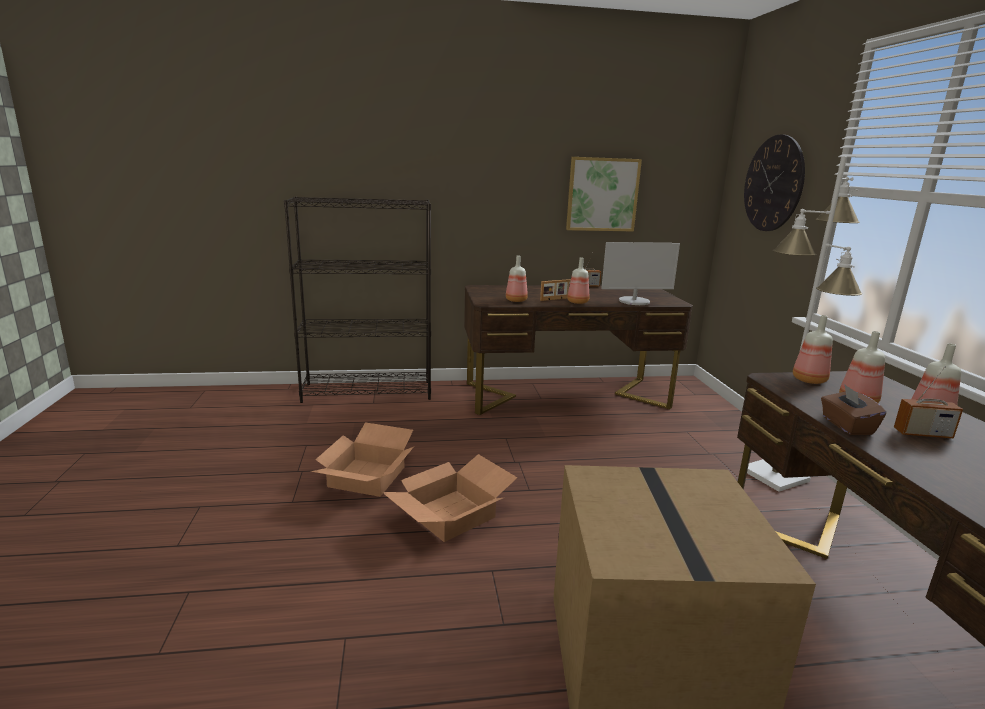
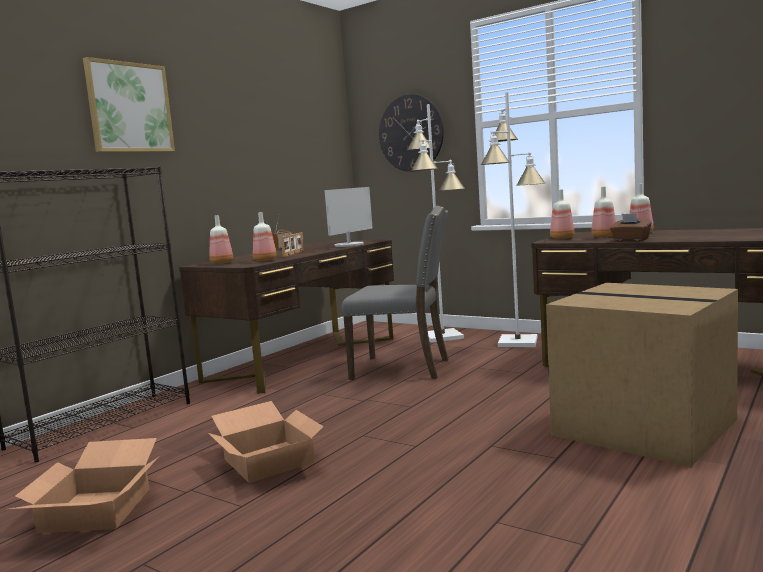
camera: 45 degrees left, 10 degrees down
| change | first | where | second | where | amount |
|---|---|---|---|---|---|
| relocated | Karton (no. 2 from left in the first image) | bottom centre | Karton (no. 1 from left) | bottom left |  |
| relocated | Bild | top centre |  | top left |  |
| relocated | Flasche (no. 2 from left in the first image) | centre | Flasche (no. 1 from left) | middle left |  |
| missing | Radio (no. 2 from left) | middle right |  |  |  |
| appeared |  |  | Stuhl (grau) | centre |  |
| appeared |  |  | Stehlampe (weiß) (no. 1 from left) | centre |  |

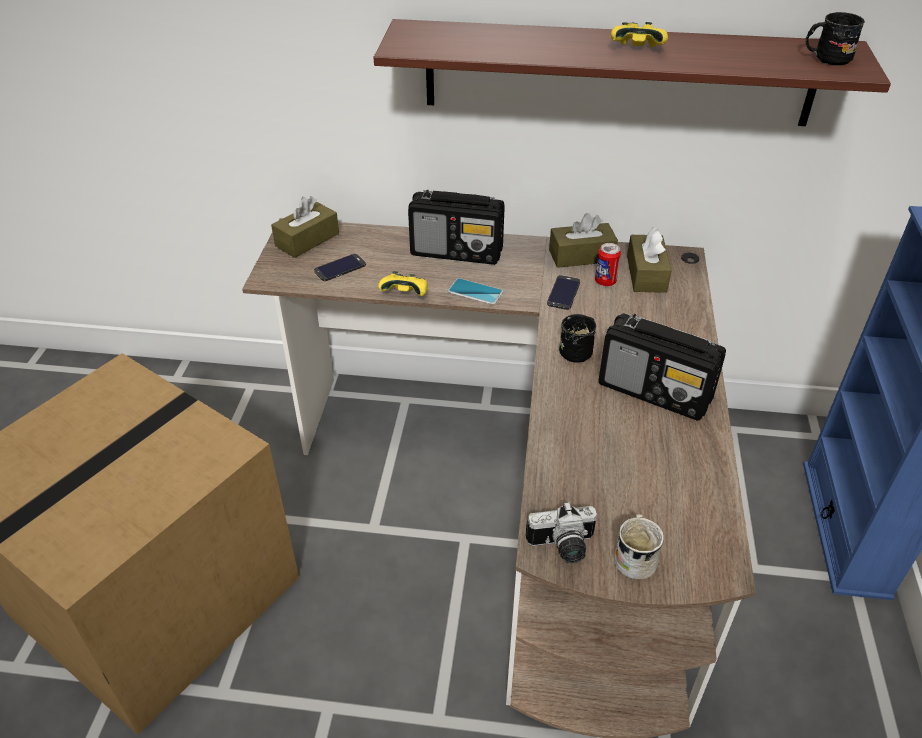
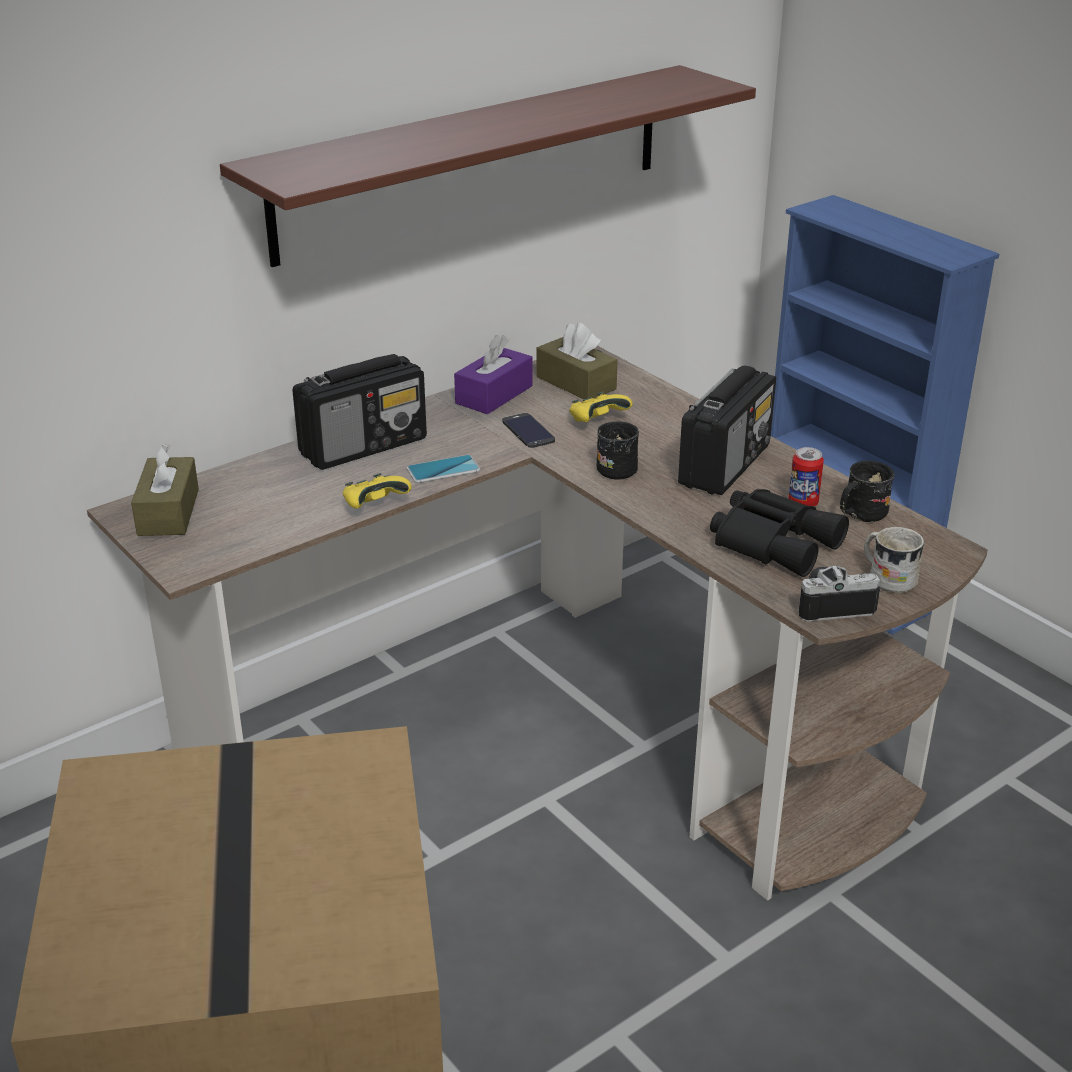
camera: 45 degrees left, 10 degrees down
| change | first | where | second | where | amount |
|---|---|---|---|---|---|
| missing | Handy (no. 1 from left) | centre |  |  |  |
| spun | Kamera | bottom centre |  | middle right | 135 degrees counterclockwise |
| colour | Taschentuchbox (braun) (no. 2 from left) | top centre | Taschentuchbox (lila) | centre |  |
| relocated | Dose | centre |  | middle right |  |
| spun | Radio (no. 2 from left) | middle right |  | middle right | 45 degrees counterclockwise |
| relocated | Gamepad (gelb) (no. 2 from left) | top right |  | centre |  |
| relocated | Henkelbecher (schwarz) (no. 2 from left) | top right |  | middle right |  |
| appeared |  |  | Fernglas (schwarz) | middle right |  |

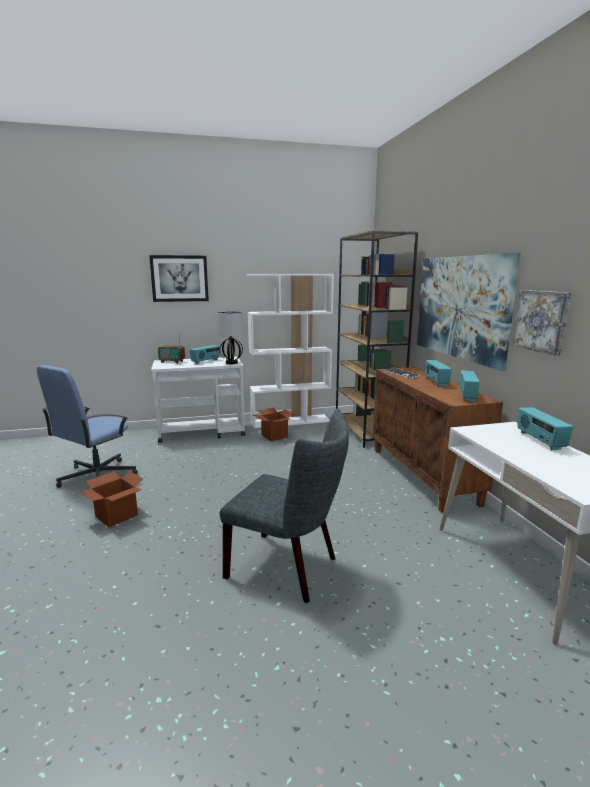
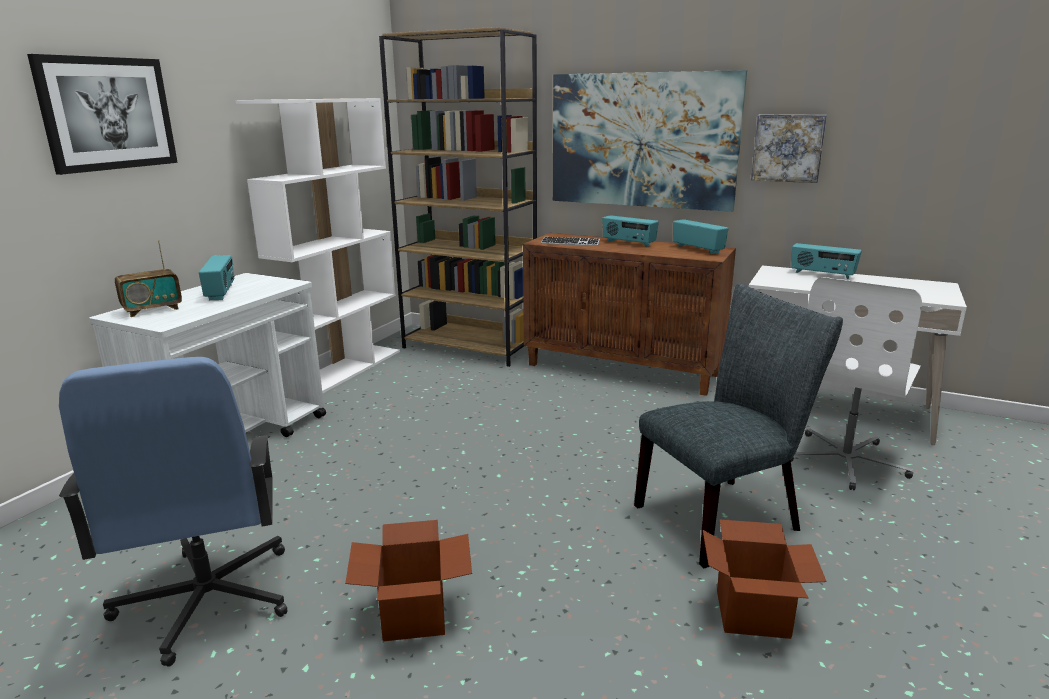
camera: 50 degrees left, 5 degrees up
| change | first | where | second | where | amount |
|---|---|---|---|---|---|
| missing | Tischlampe | centre |  |  |  |
| relocated | Karton (no. 2 from left) | centre |  | bottom right |  |
| appeared |  |  | Bürostuhl (weiß) | middle right |  |

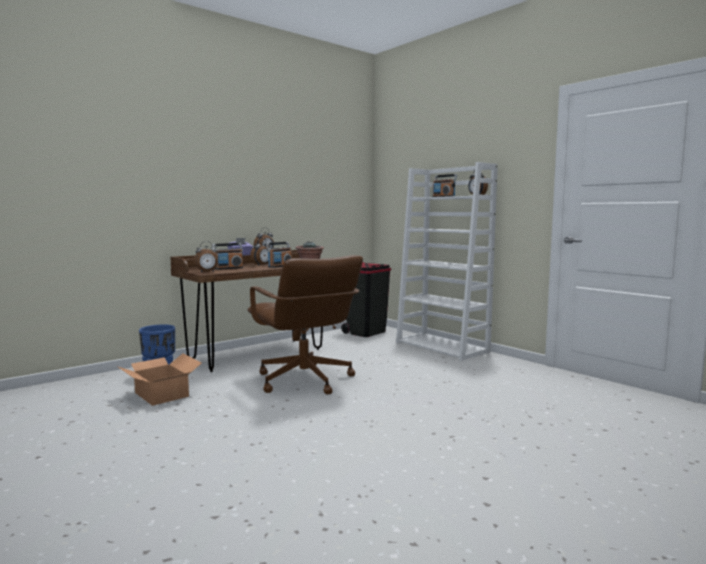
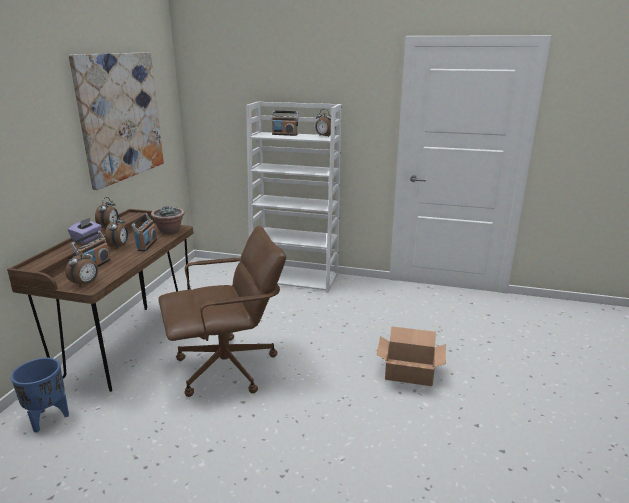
camera: 35 degrees left, 15 degrees up
| change | first | where | second | where | amount |
|---|---|---|---|---|---|
| relocated | Karton | bottom left |  | bottom centre |  |
| spun | Bürostuhl (braun) | centre |  | centre | 45 degrees counterclockwise |
| missing | Mülleimer (schwarz) | centre |  |  |  |
| appeared |  |  | Bild | top left |  |

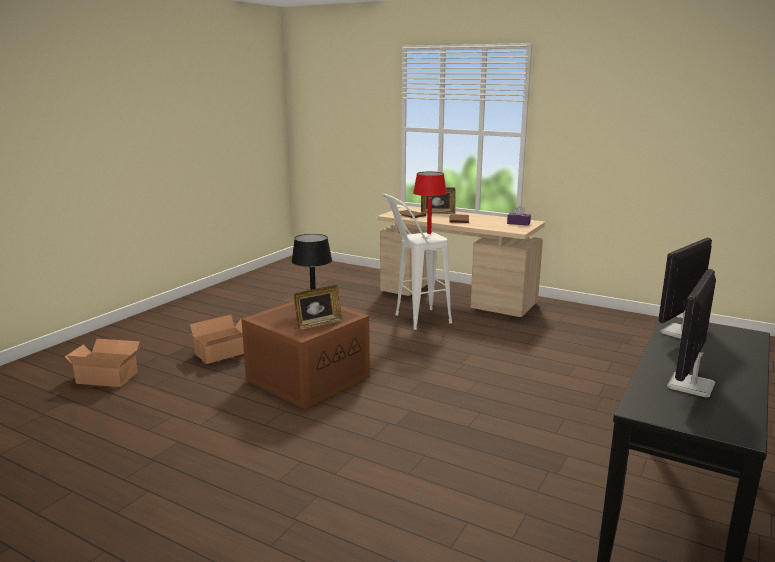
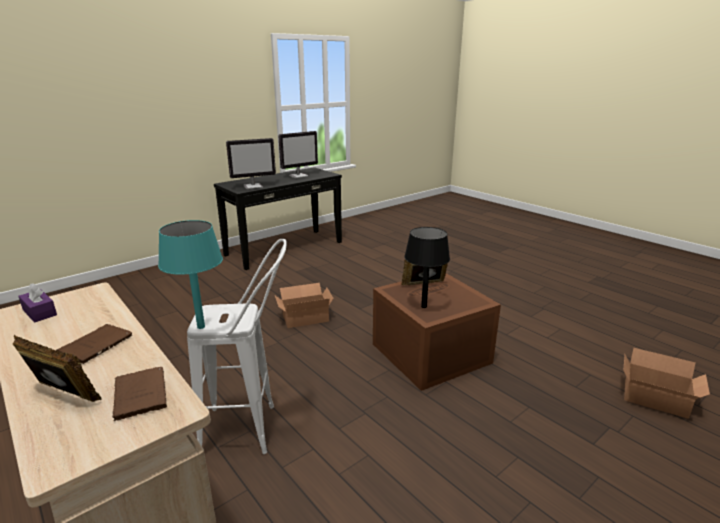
camera: 160 degrees left, 5 degrees up
| change | first | where | second | where | amount |
|---|---|---|---|---|---|
| relocated | Karton (no. 2 from left in the first image) | middle left | Karton (no. 1 from left) | centre |  |
| colour | Tischlampe (rot) | centre | Tischlampe (türkis) | middle left |  |

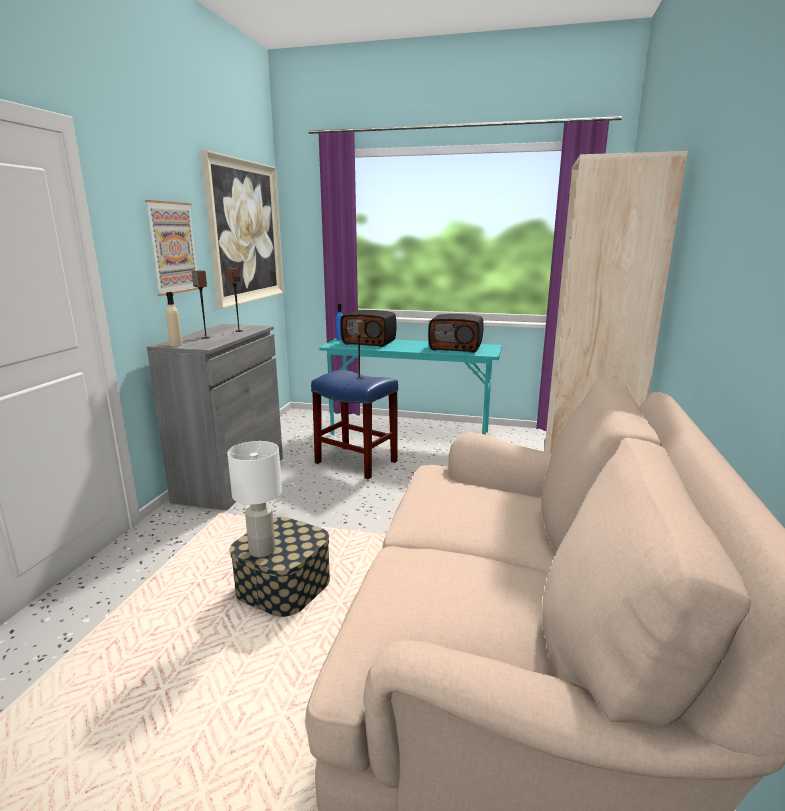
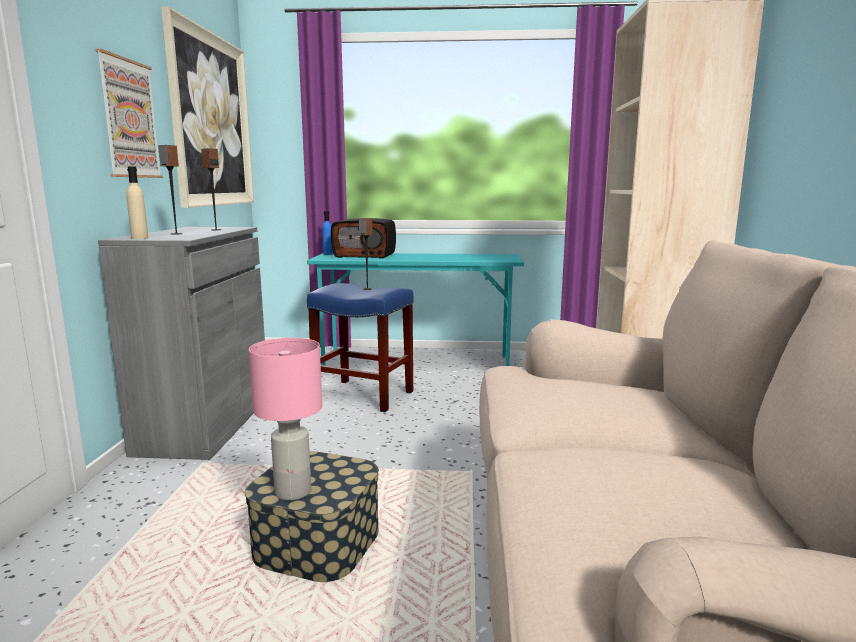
camera: 10 degrees left, 5 degrees down
| change | first | where | second | where | amount |
|---|---|---|---|---|---|
| colour | Tischlampe (weiß) | middle left | Tischlampe (rosa) | middle left |  |
| missing | Radio (no. 2 from left) | centre |  |  |  |

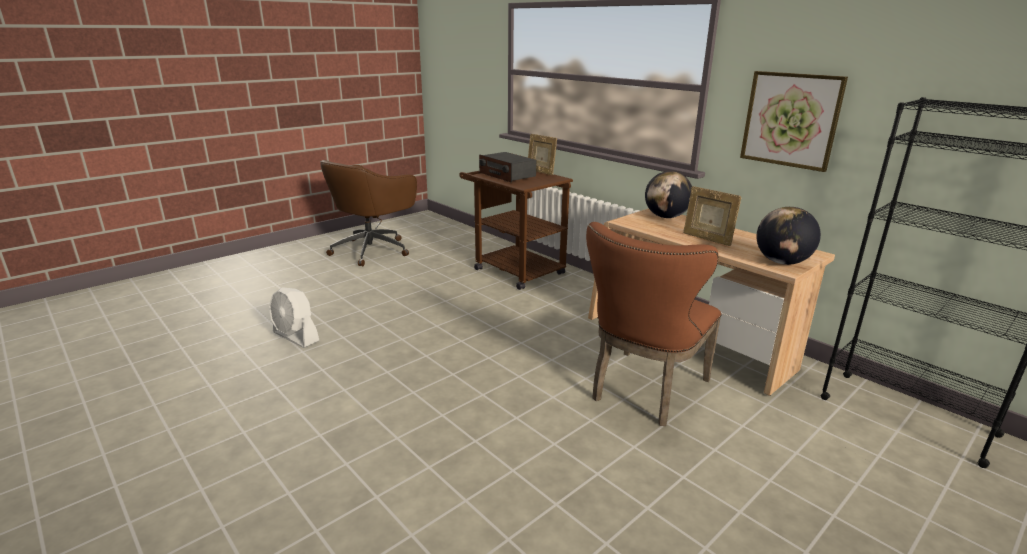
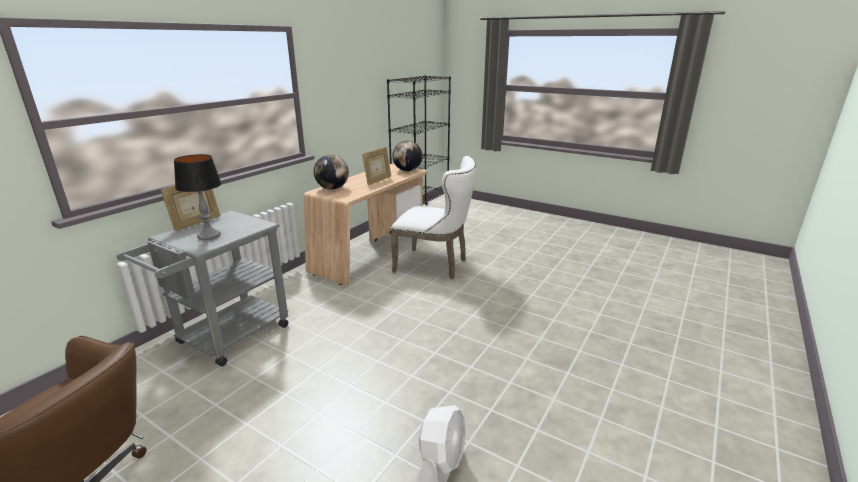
camera: 105 degrees left, 0 degrees up
| change | first | where | second | where | amount |
|---|---|---|---|---|---|
| colour | Rollwagen (braun) | centre | Rollwagen (grau) | middle left |  |
| exchanged | Radio | top centre | Tischlampe | middle left |  |
| colour | Stuhl (braun) | centre | Stuhl (weiß) | centre |  |
| missing | Bild | top right |  |  |  |

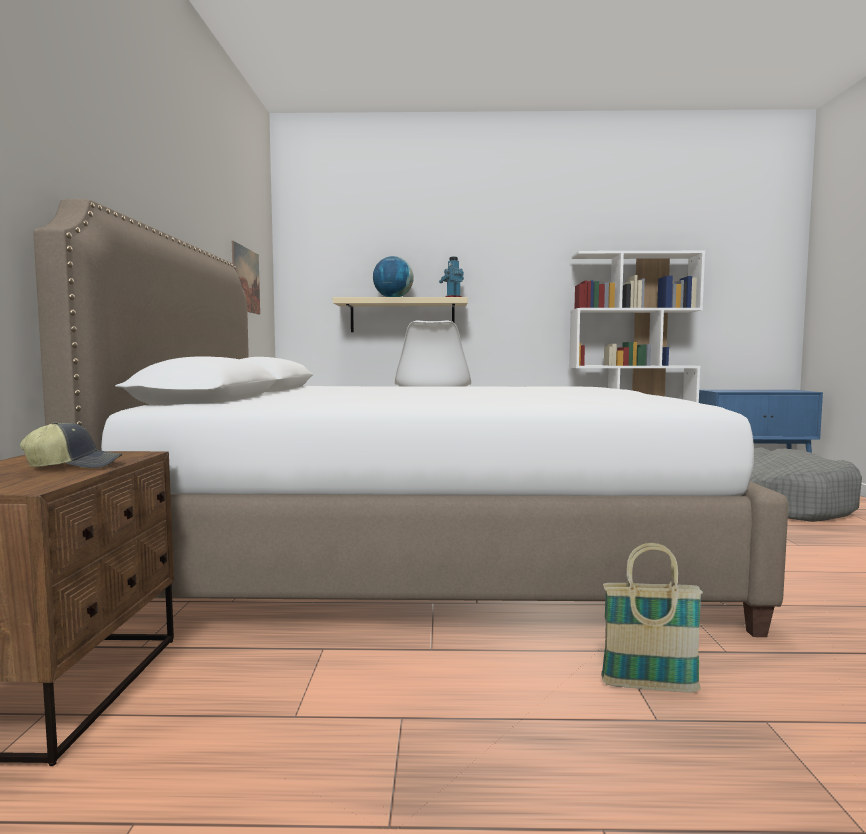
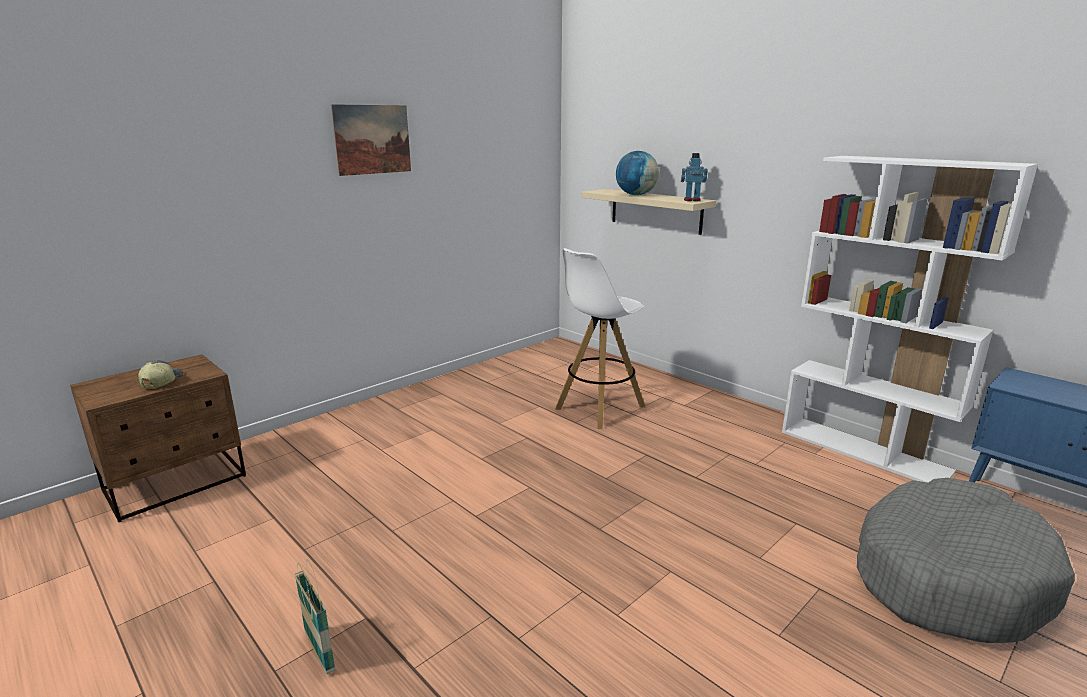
camera: 45 degrees right, 15 degrees up
| change | first | where | second | where | amount |
|---|---|---|---|---|---|
| spun | Kappe | middle left |  | middle left | 120 degrees counterclockwise |
| missing | Bett (weiß) | centre |  |  |  |
| relocated | Bild | top left |  | top centre |  |

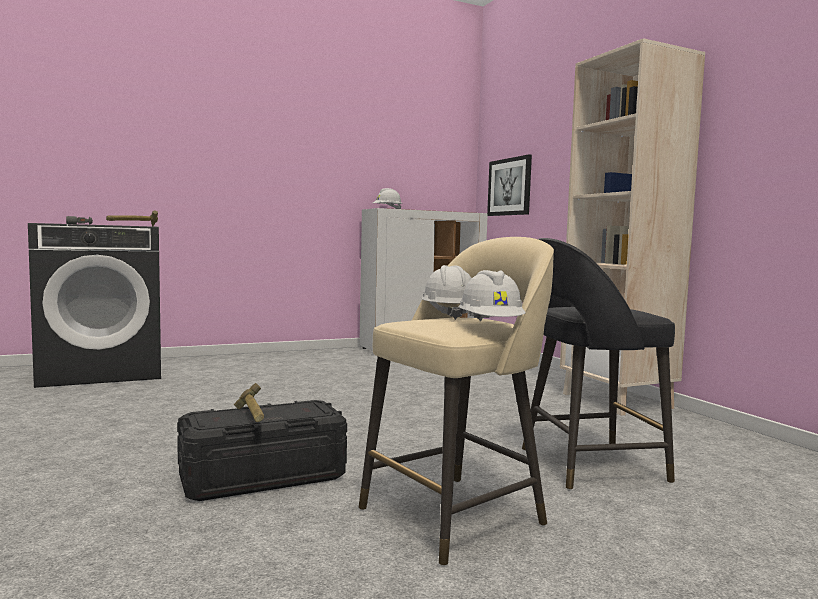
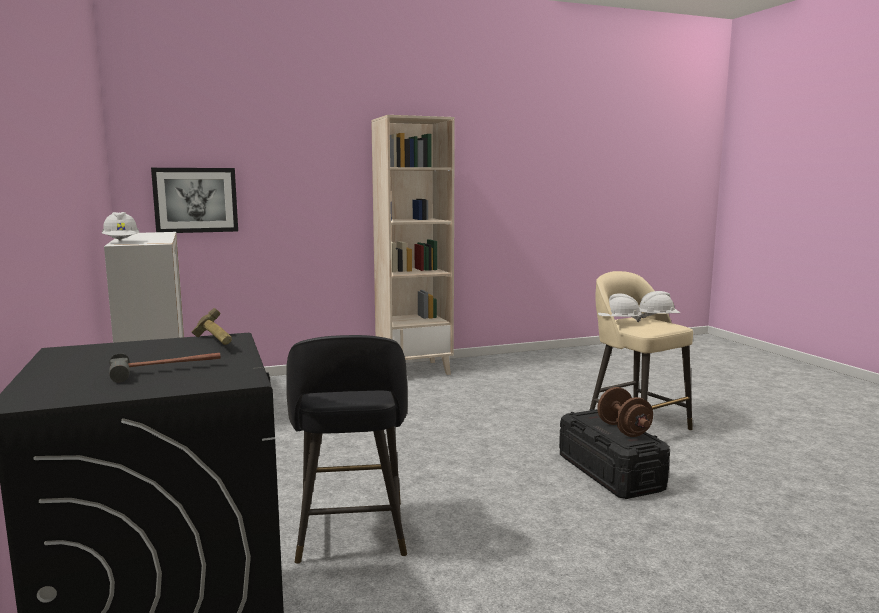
camera: 85 degrees left, 5 degrees up
| change | first | where | second | where | amount |
|---|---|---|---|---|---|
| exchanged | Hammer (no. 3 from left) | bottom left | Hantel (braun) | bottom right |  |
| relocated | Hocker (schwarz) | middle right |  | bottom centre |  |

